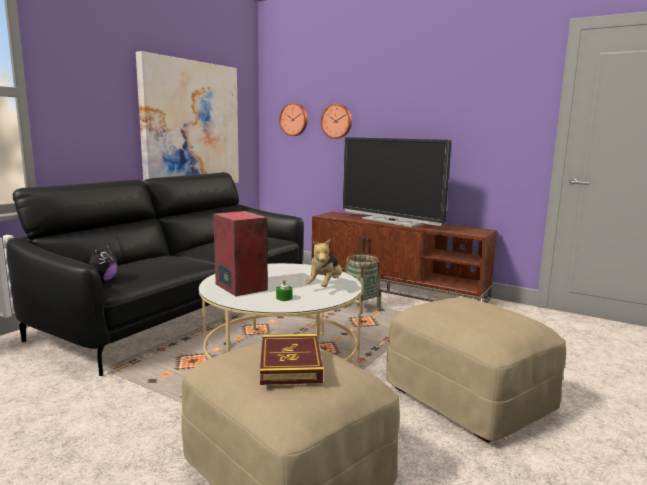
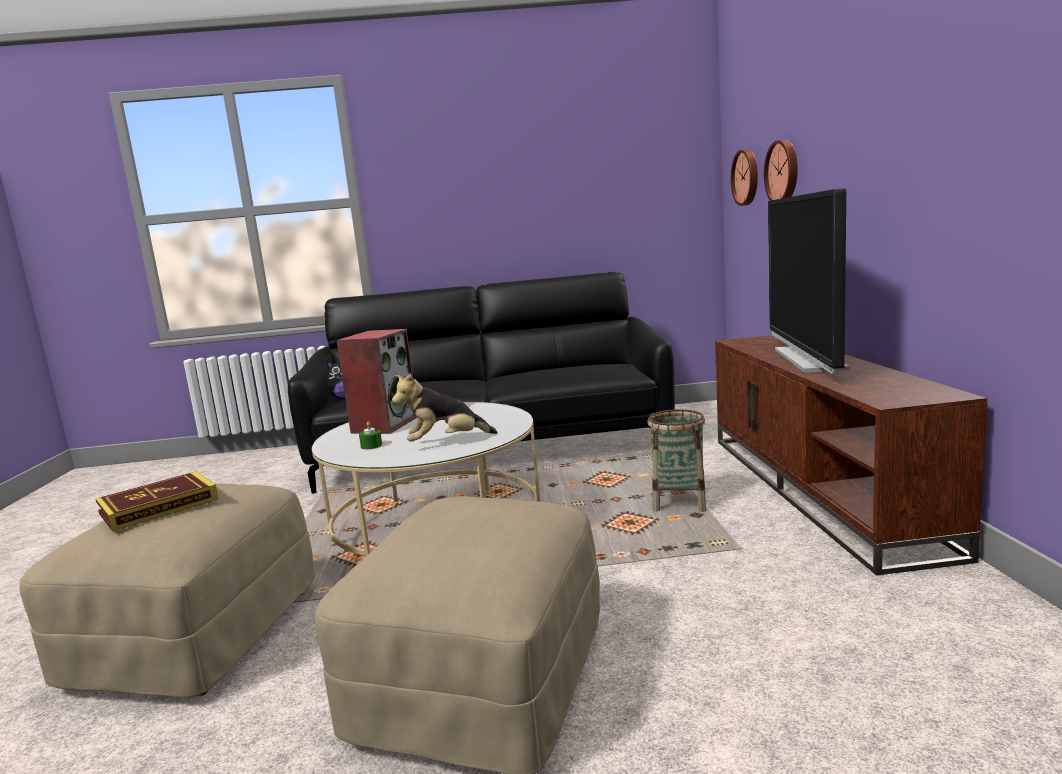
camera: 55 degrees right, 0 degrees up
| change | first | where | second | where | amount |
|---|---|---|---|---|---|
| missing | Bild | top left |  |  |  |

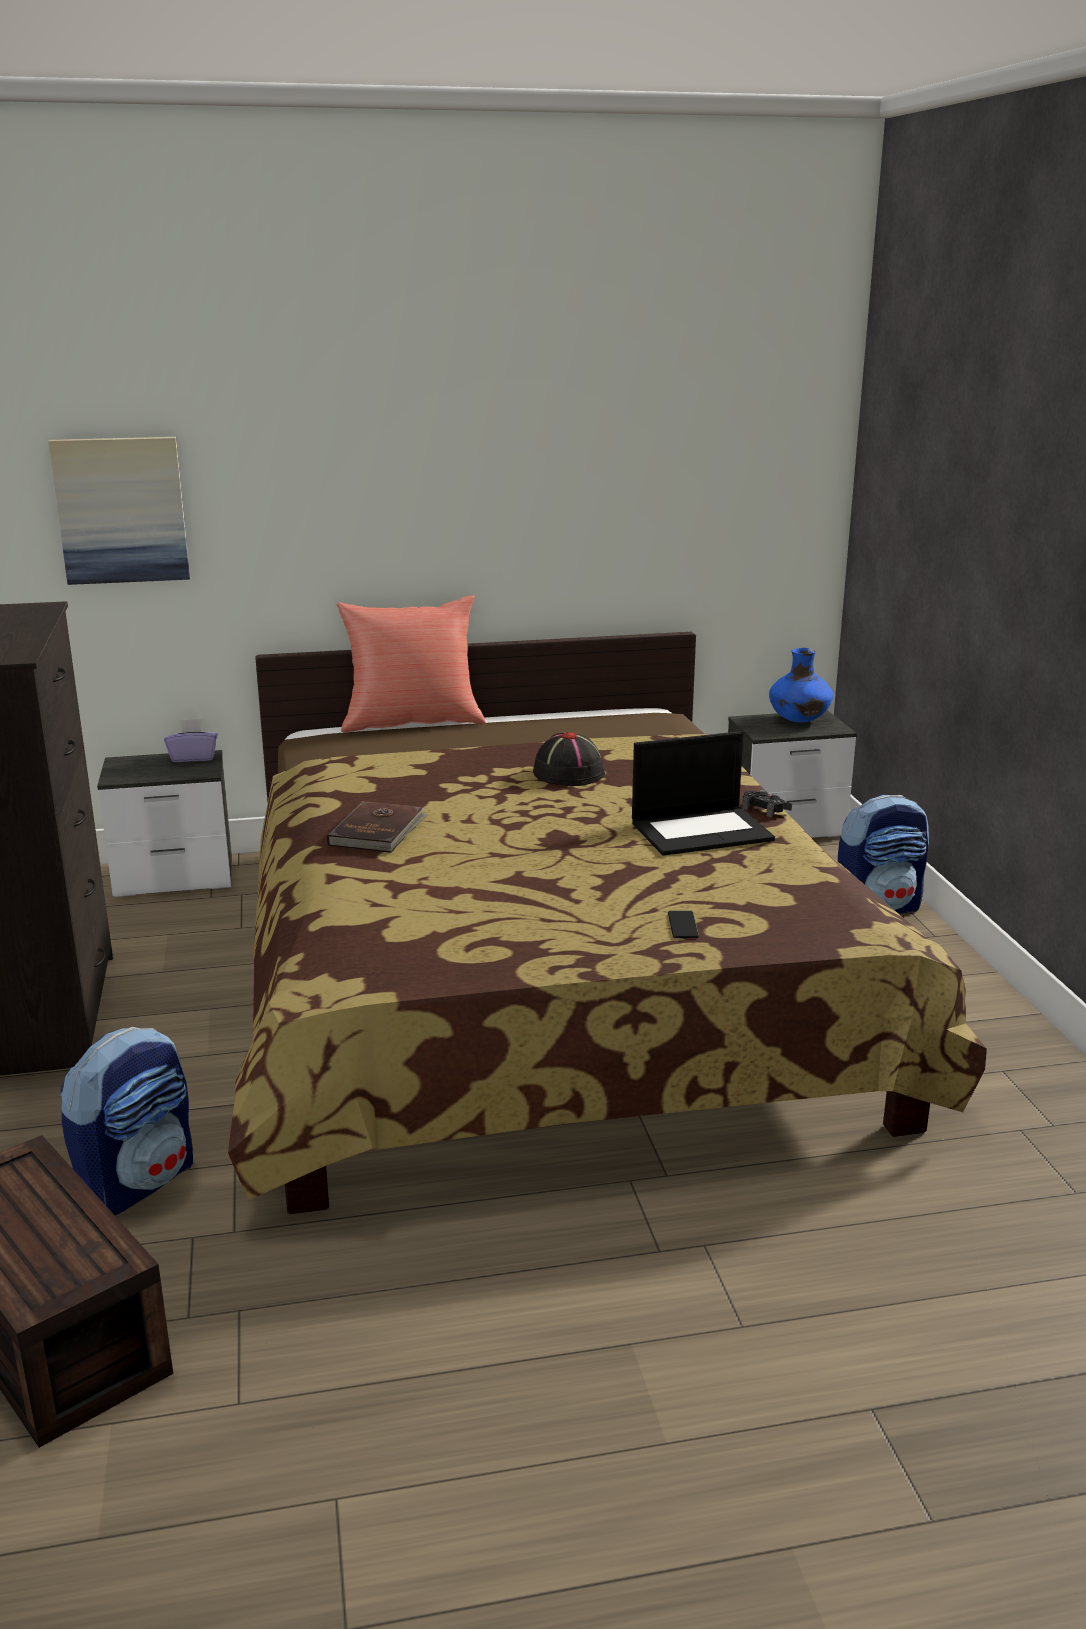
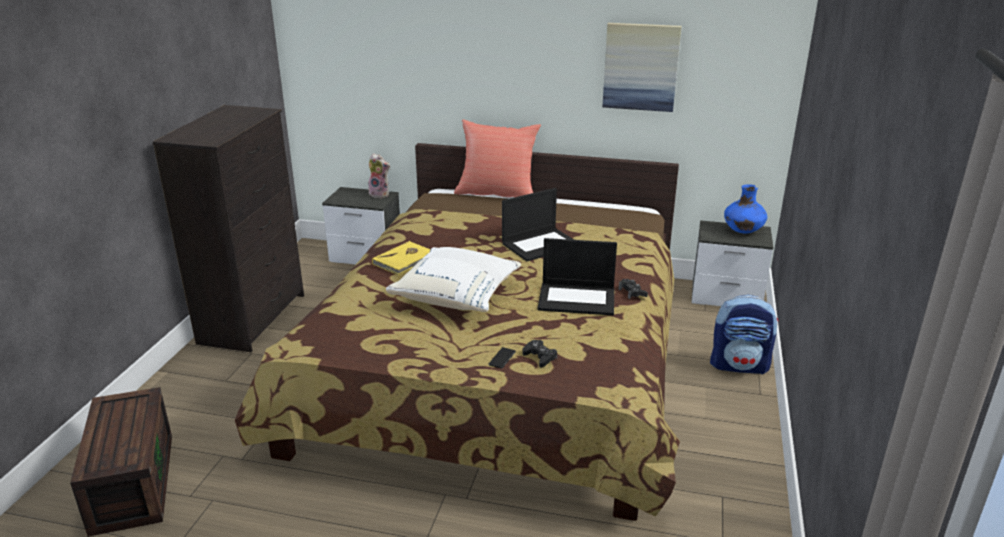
camera: 25 degrees right, 5 degrees up
| change | first | where | second | where | amount |
|---|---|---|---|---|---|
| relocated | Bild | top left |  | top centre |  |
| missing | Rucksack (no. 1 from left) | bottom left |  |  |  |
| exchanged | Taschentuchbox (lila) | middle left | Plüschtier | top centre |  |
| colour | Buch (braun) | centre | Buch (gelb) | centre |  |
| exchanged | Hut (schwarz) | centre | Laptop (no. 1 from left) | centre |  |
| appeared |  |  | Kissen (weiß) | centre |  |
| appeared |  |  | Gamepad (schwarz) (no. 1 from left) | centre |  |

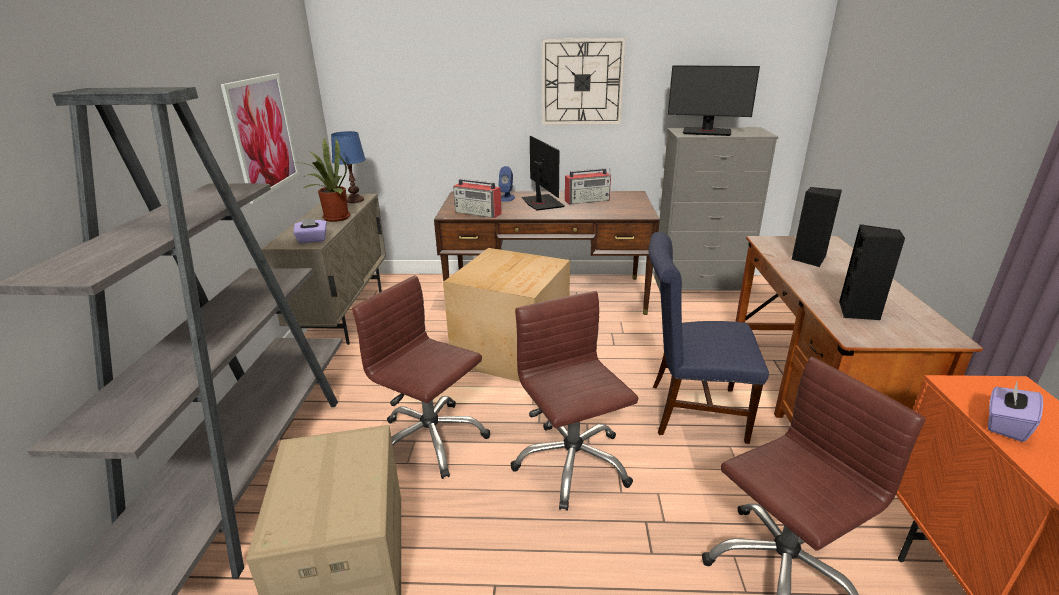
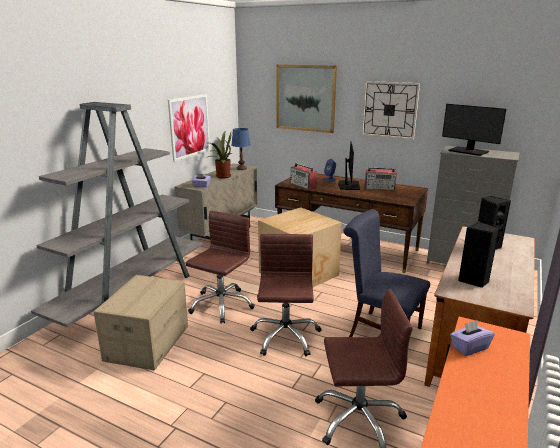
camera: 25 degrees right, 5 degrees down
| change | first | where | second | where | amount |
|---|---|---|---|---|---|
| spun | Bürostuhl (braun) (no. 1 from left) | centre |  | centre | 60 degrees clockwise |
| appeared |  |  | Bild (no. 2 from left) | top centre |  |

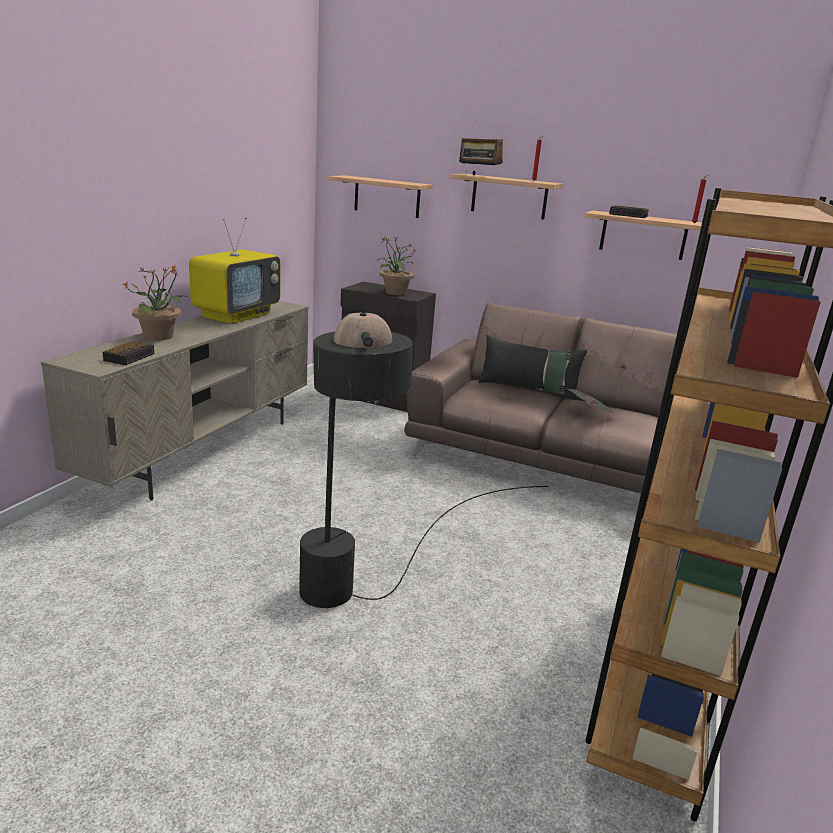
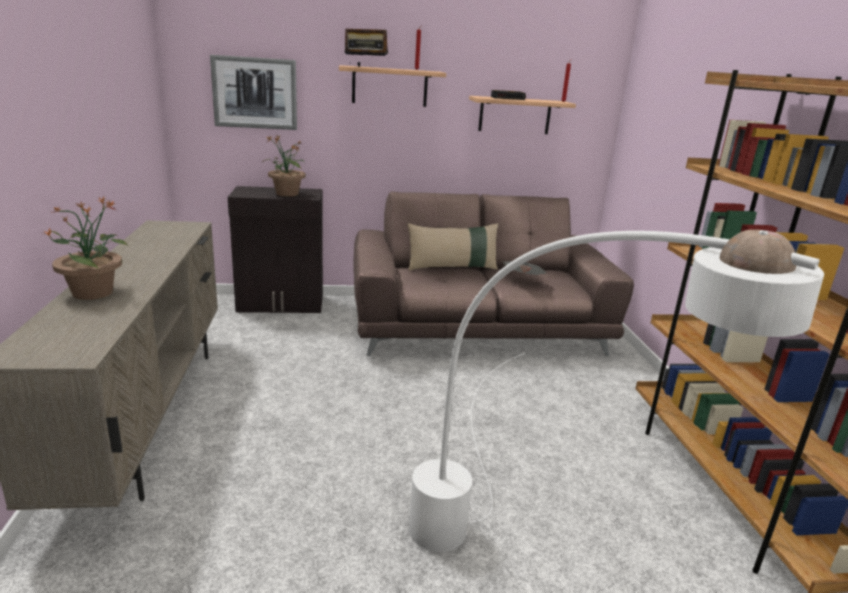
camera: 30 degrees left, 0 degrees up
| change | first | where | second | where | amount |
|---|---|---|---|---|---|
| missing | Wecker (no. 1 from left) | middle left |  |  |  |
| missing | Fernseher | top left |  |  |  |
| colour | Stehlampe (schwarz) | centre | Stehlampe (weiß) | middle right |  |
| exchanged | Wandregal (no. 1 from left) | top centre | Bild | top left |  |
| colour | Kissen (schwarz) | centre | Kissen (beige) | centre |  |

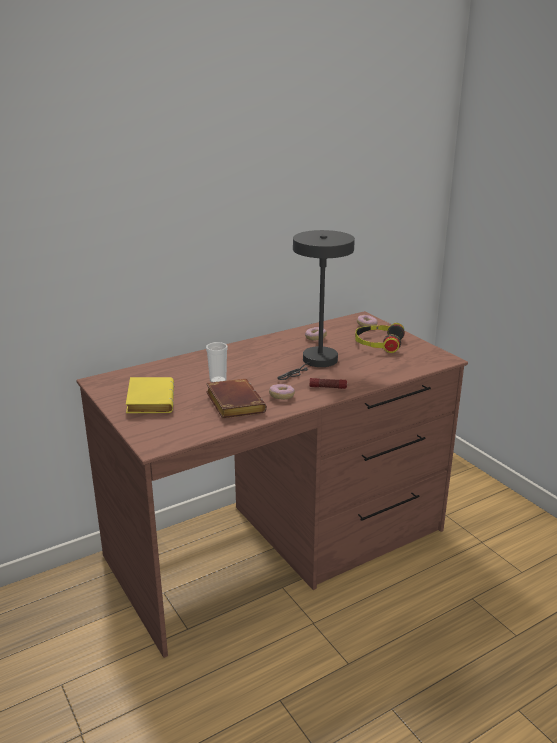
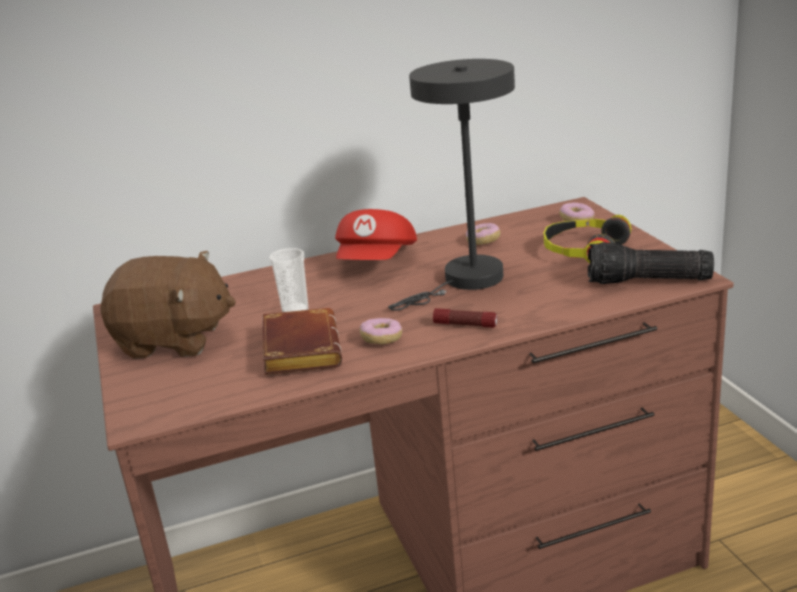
camera: 15 degrees right, 0 degrees up
| change | first | where | second | where | amount |
|---|---|---|---|---|---|
| exchanged | Buch (gelb) | middle left | Plüschtier (braun) | middle left |  |
| appeared |  |  | Kappe (rot) | centre |  |
| appeared |  |  | Taschenlampe (no. 2 from left) | middle right |  |

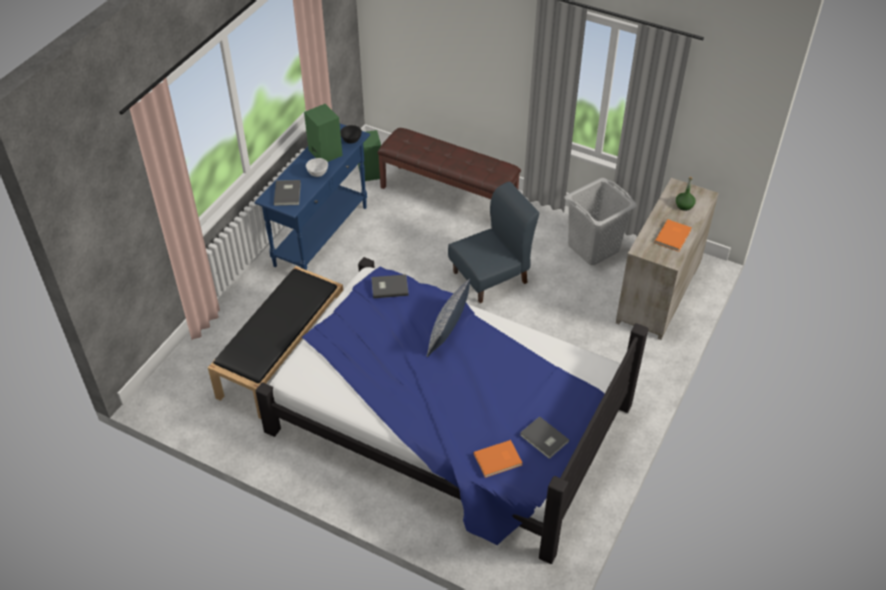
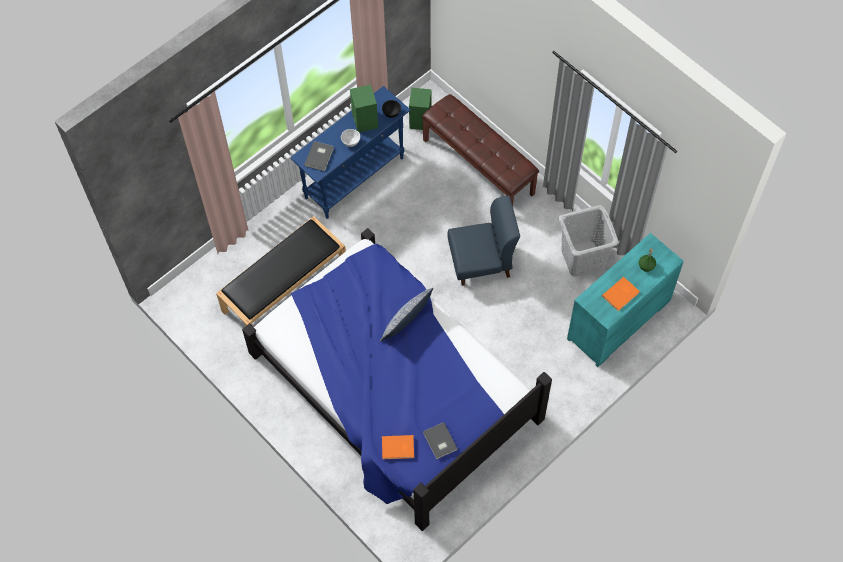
camera: 20 degrees right, 15 degrees up
| change | first | where | second | where | amount |
|---|---|---|---|---|---|
| missing | Buch (grau) (no. 2 from left) | centre |  |  |  |
| colour | Kommode (beige) | middle right | Kommode (türkis) | middle right |  |

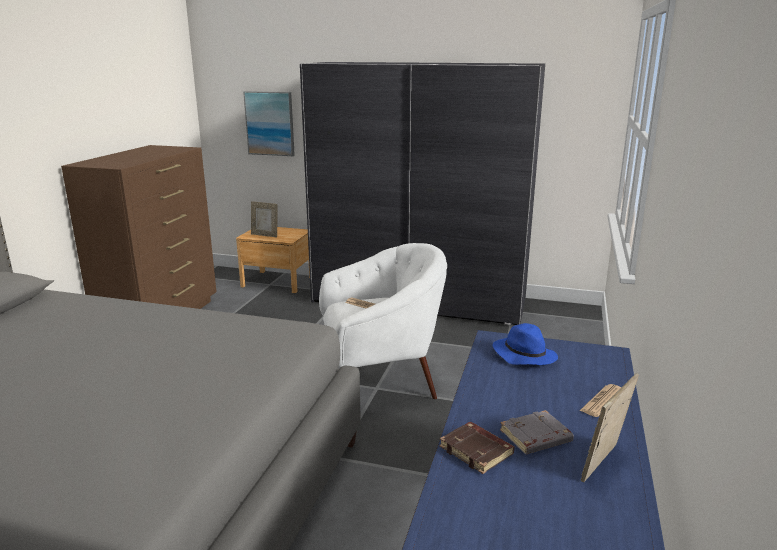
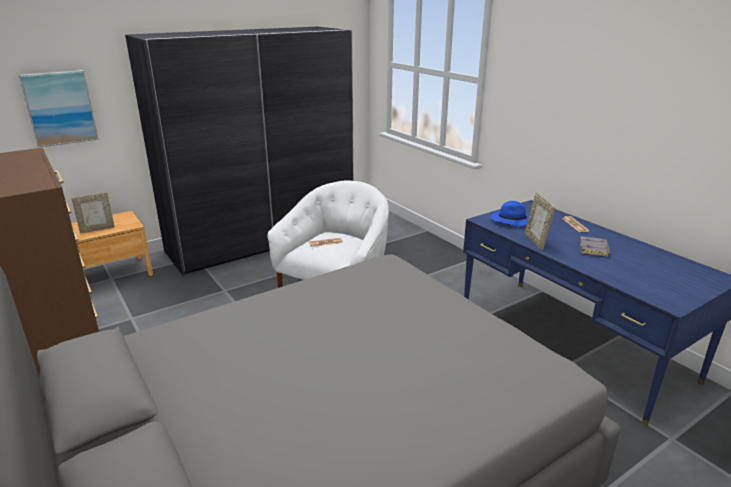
camera: 50 degrees left, 5 degrees up
| change | first | where | second | where | amount |
|---|---|---|---|---|---|
| missing | Buch (braun) | bottom centre |  |  |  |
| relocated | Bilderrahmen (no. 2 from left) | bottom right |  | middle right |  |

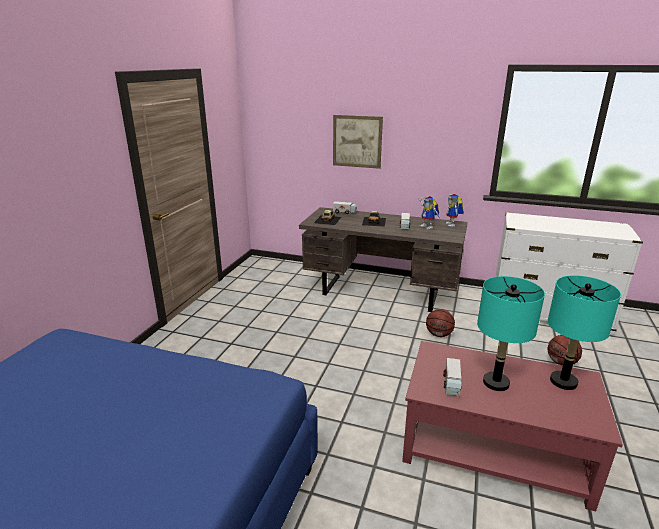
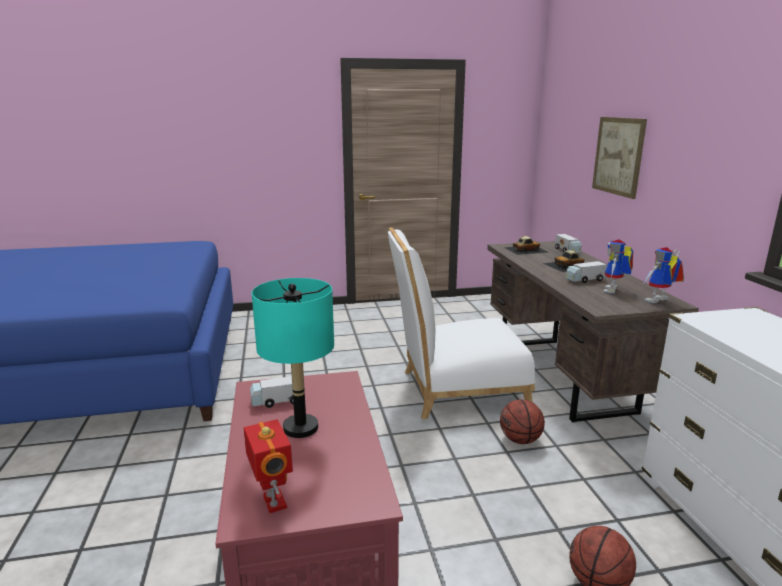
camera: 60 degrees right, 5 degrees down
| change | first | where | second | where | amount |
|---|---|---|---|---|---|
| missing | Tischlampe (türkis) (no. 2 from left) | middle right |  |  |  |
| appeared |  |  | Spielzeugroboter (no. 1 from left) | bottom centre |  |
| appeared |  |  | Stuhl (weiß) | centre |  |

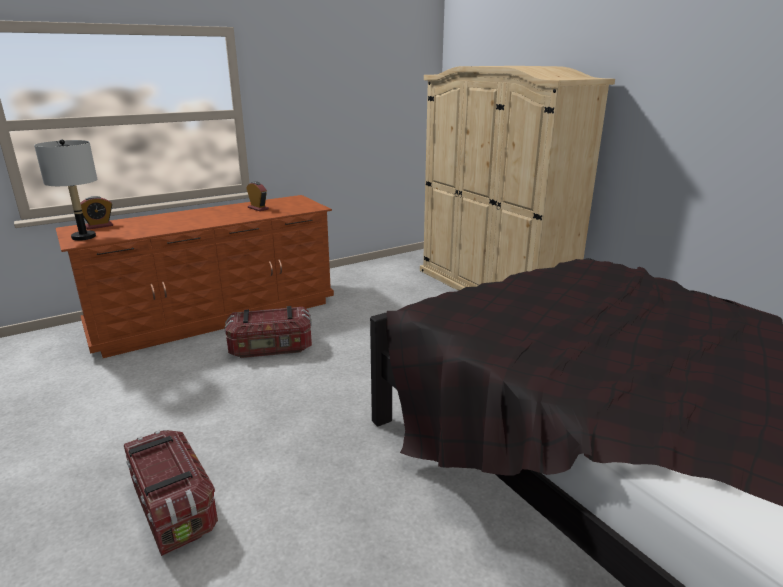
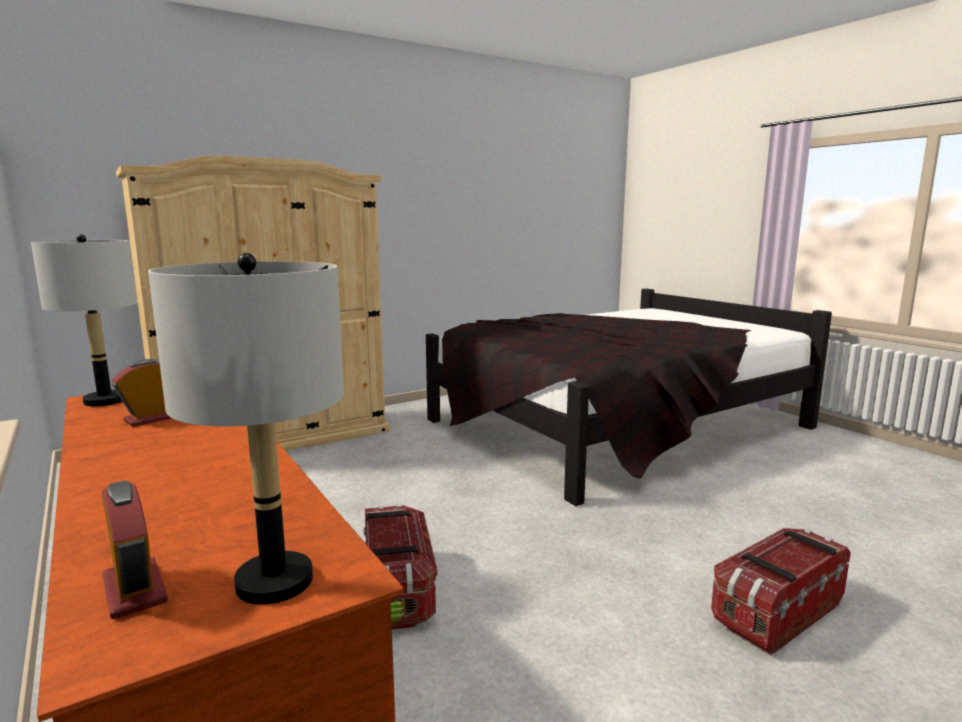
camera: 90 degrees left, 10 degrees down
| change | first | where | second | where | amount |
|---|---|---|---|---|---|
| appeared |  |  | Tischlampe (grau) (no. 1 from left) | middle left |  |

